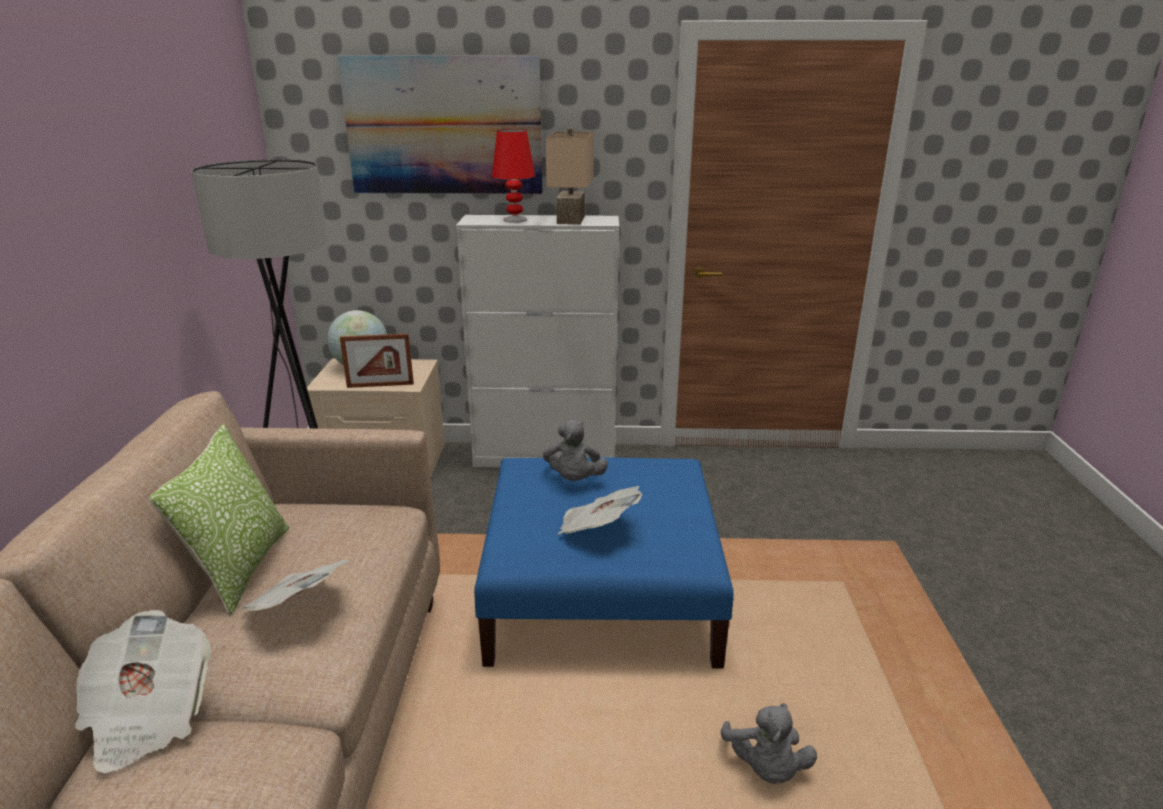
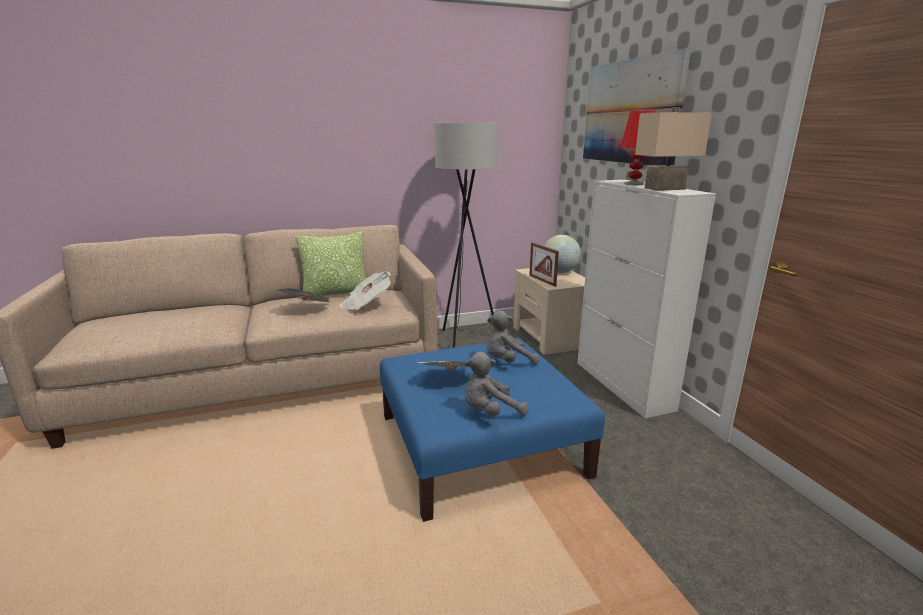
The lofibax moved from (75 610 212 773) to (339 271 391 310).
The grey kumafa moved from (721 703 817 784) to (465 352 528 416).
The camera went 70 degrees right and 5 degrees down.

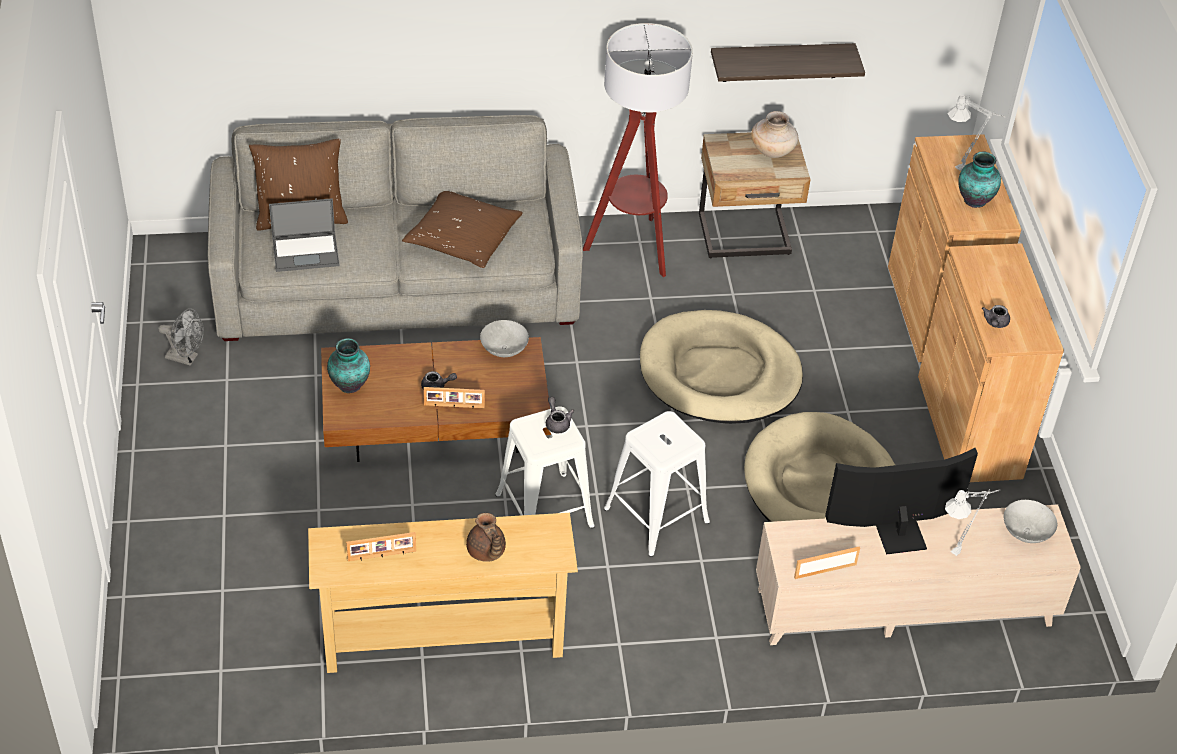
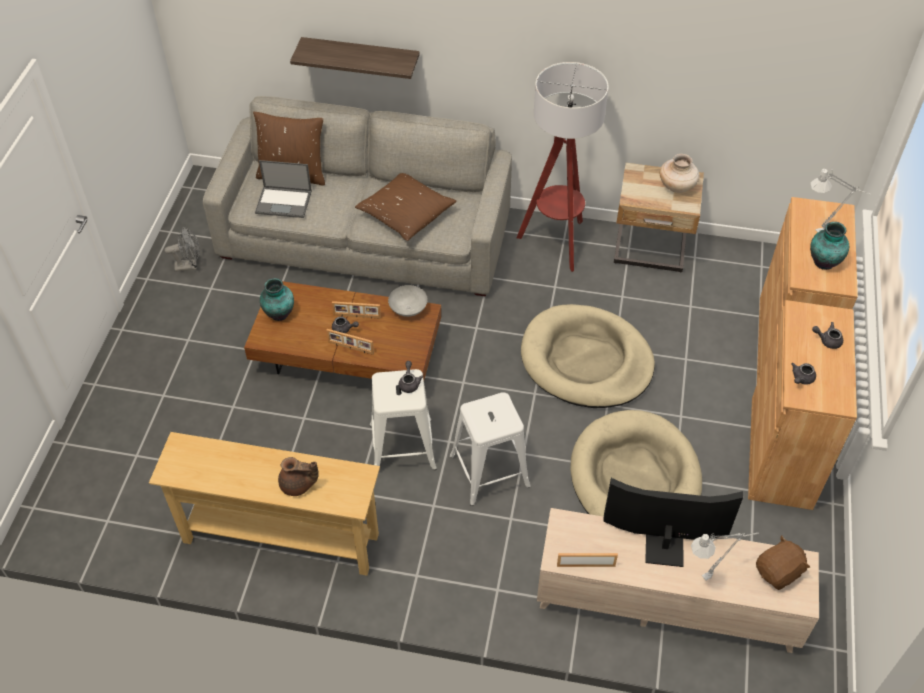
The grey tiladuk at (812 322 843 349) appeared.
The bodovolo moved from (346 532 416 561) to (332 301 381 319).
The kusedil moved from (711 43 865 82) to (290 37 420 79).
The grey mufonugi at (1004 500 1057 543) was replaced by the brown kumafa at (756 536 810 590).
The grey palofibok at (158 308 204 366) turned 45 degrees counterclockwise.
The brown tiladuk at (466 513 506 562) turned 75 degrees counterclockwise.
The camera went 20 degrees right and 5 degrees up.

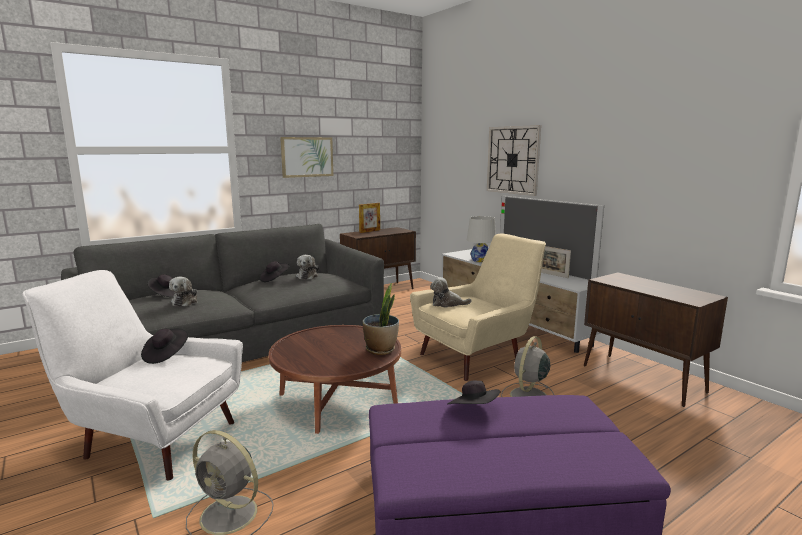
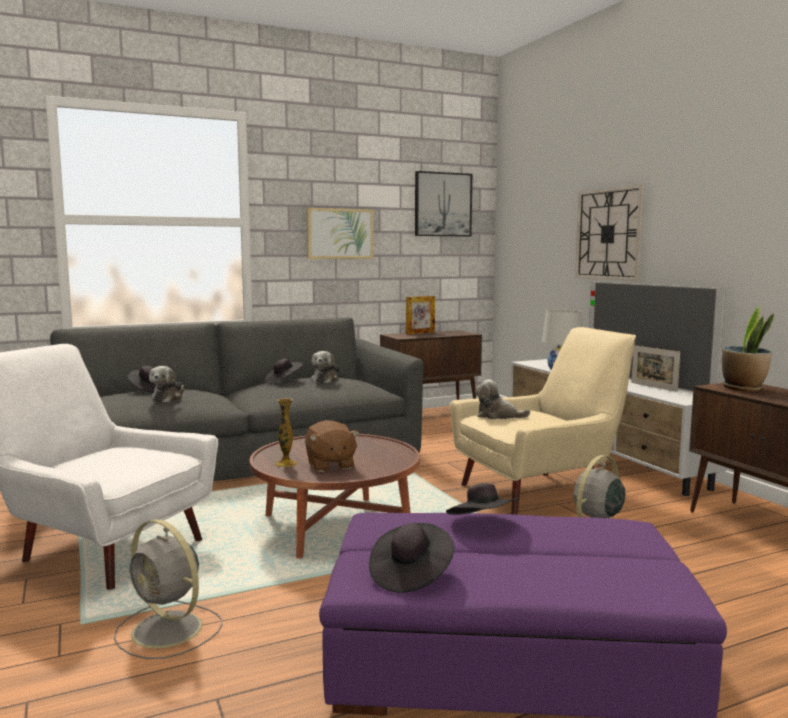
The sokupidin at (275 398 297 467) appeared.
The brown kumafa at (305 420 359 472) appeared.
The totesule at (415 171 472 237) appeared.
The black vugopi moved from (141 328 188 364) to (369 523 454 593).
The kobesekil moved from (363 283 399 355) to (722 305 774 392).
The camera went 10 degrees right and 5 degrees down.

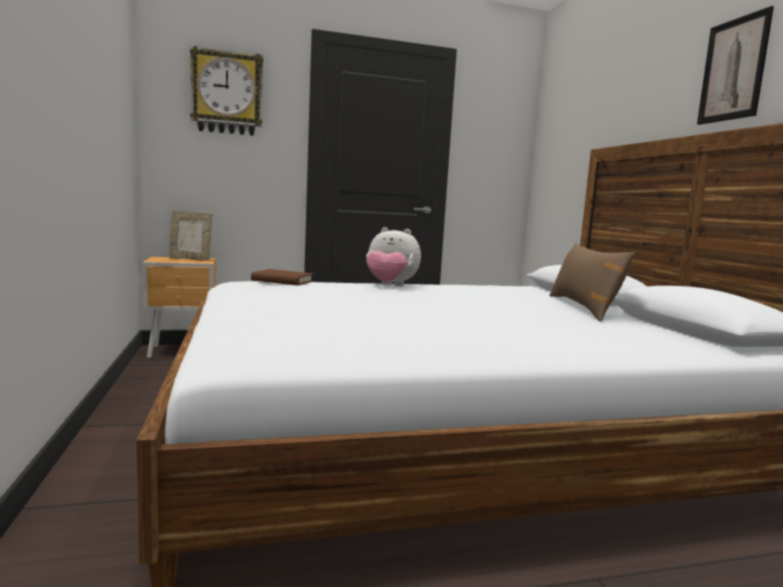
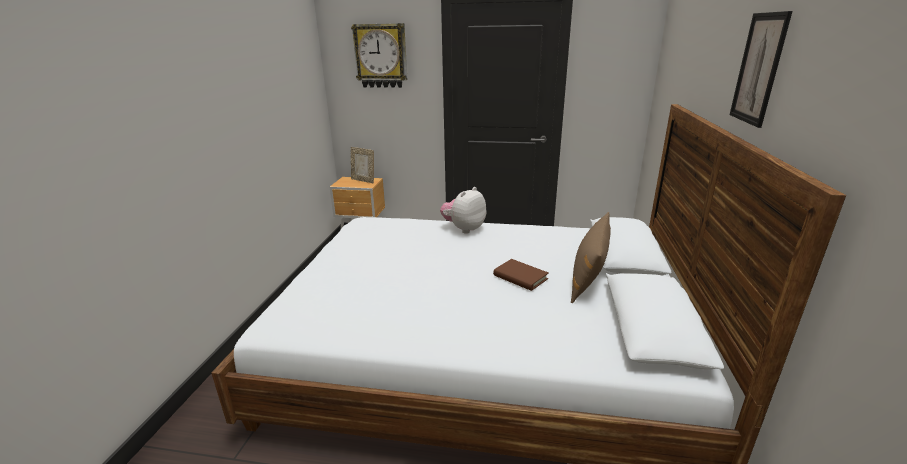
The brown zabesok moved from (251 269 314 285) to (493 259 549 291).
The kumafa at (366 227 421 286) turned 90 degrees clockwise.
The camera went 25 degrees right and 15 degrees up.

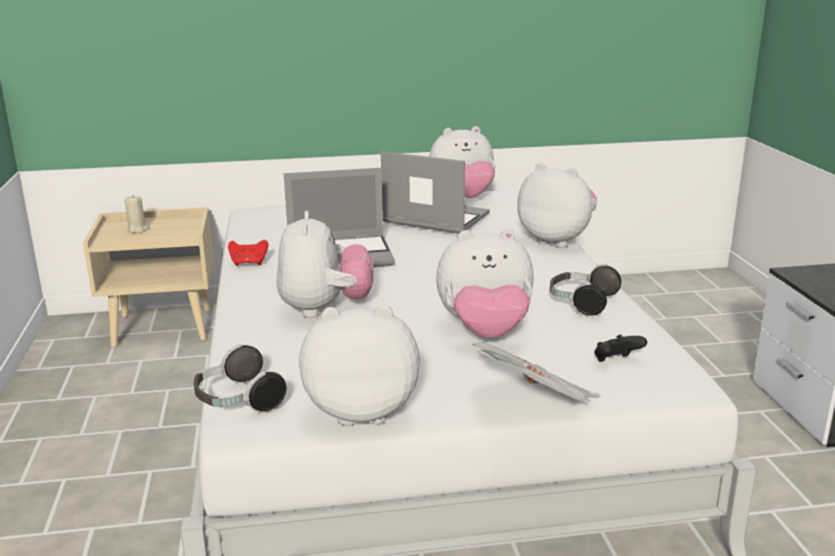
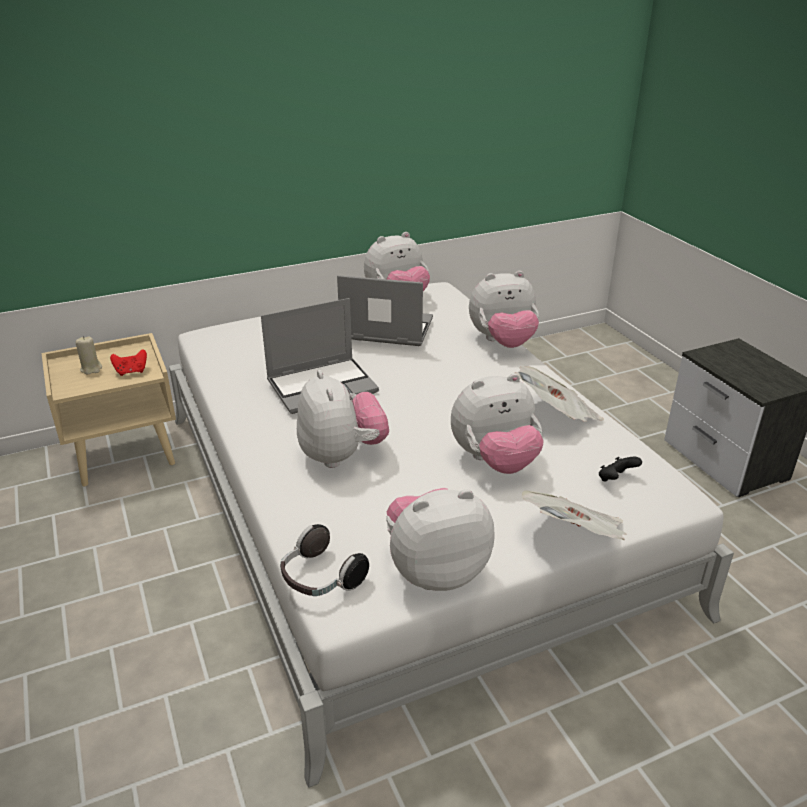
The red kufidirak moved from (228 240 268 266) to (110 349 147 376).
The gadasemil at (550 264 621 317) was replaced by the lofibax at (515 366 604 422).
The kumafa at (517 163 597 248) turned 150 degrees clockwise.
The camera went 15 degrees left and 10 degrees up.

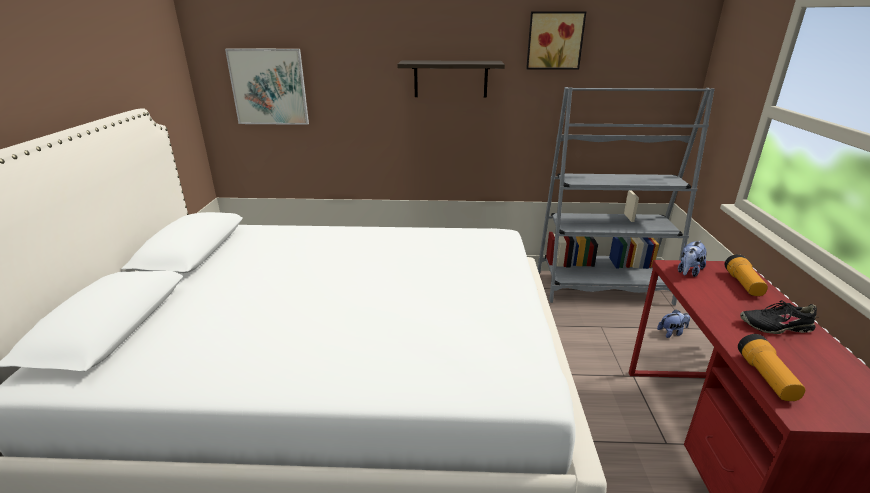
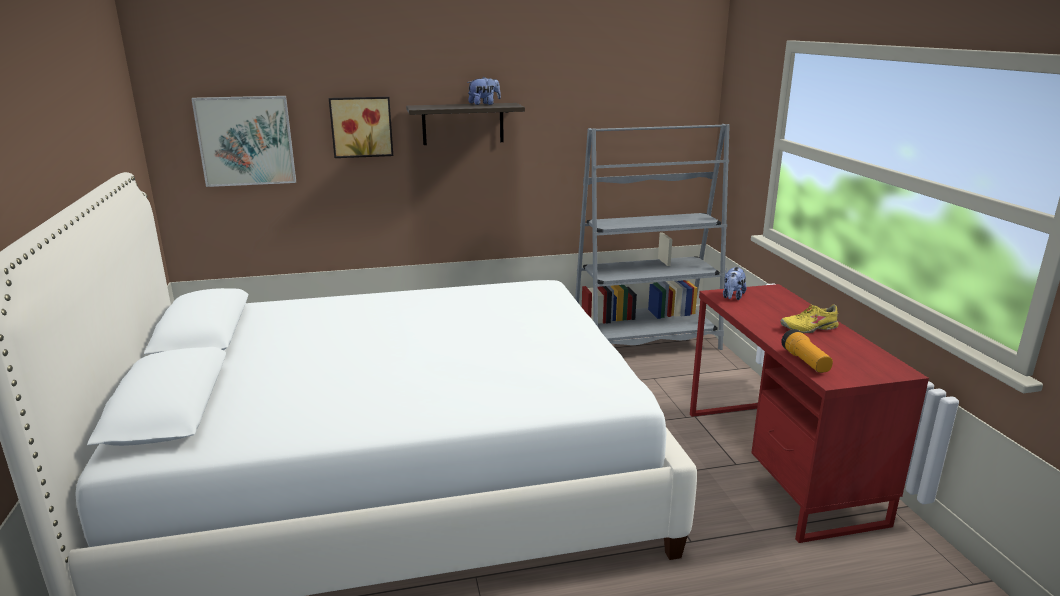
The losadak at (725 254 768 296) disappeared.
The totesule moved from (526 11 586 70) to (329 97 393 158).
The kumafa moved from (657 309 690 338) to (467 77 501 105).
The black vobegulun at (740 300 817 334) became the yellow vobegulun at (780 304 839 333).
The camera went 15 degrees left and 5 degrees down.

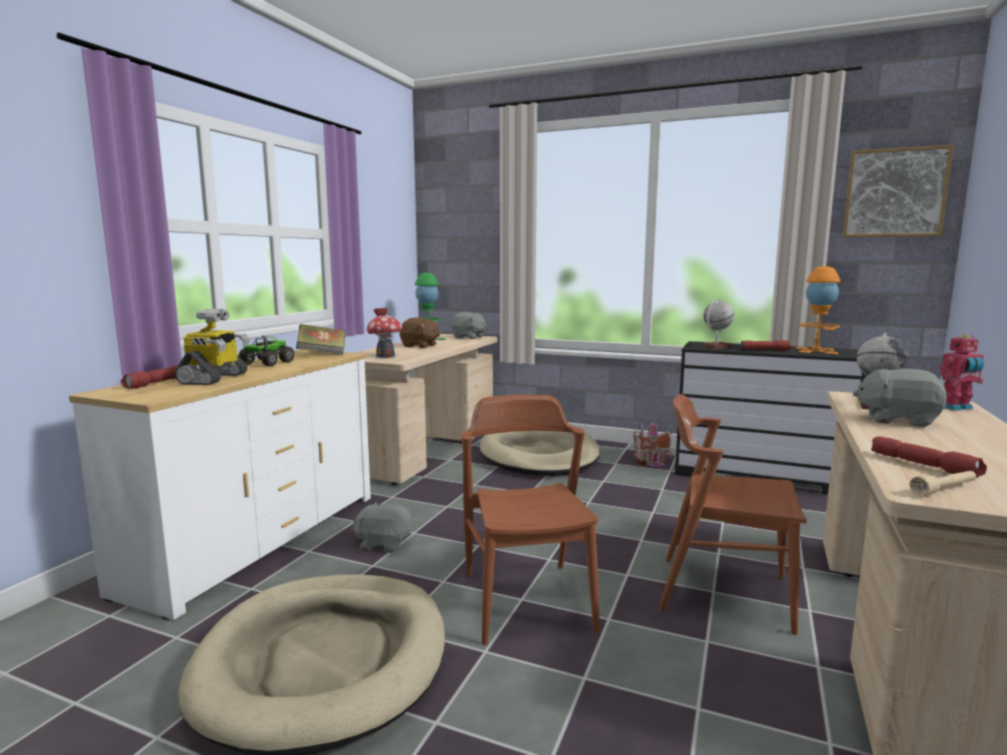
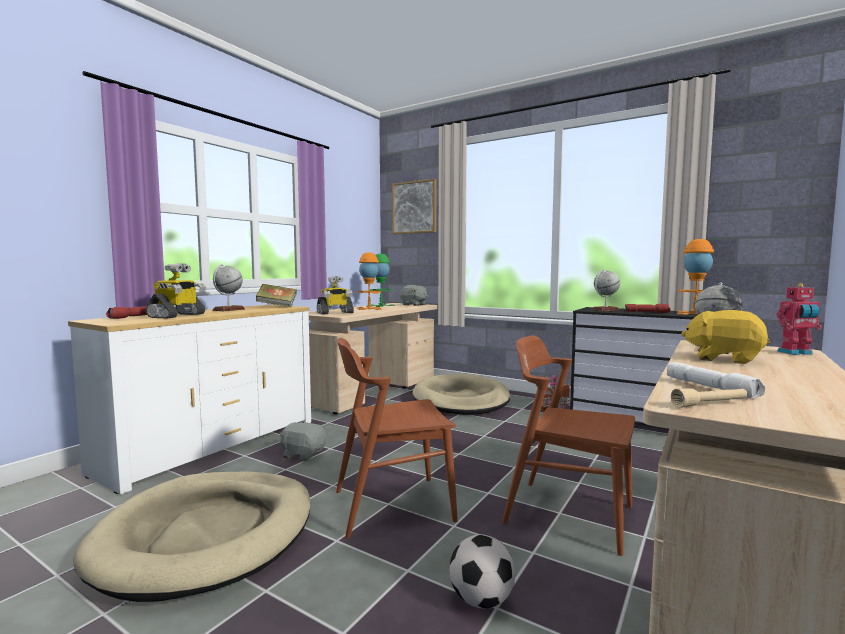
The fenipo at (449 534 515 609) appeared.
The totesule moved from (842 144 954 237) to (392 179 437 234).
The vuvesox at (239 335 294 366) was replaced by the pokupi at (212 264 245 311).
The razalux at (367 308 402 358) was replaced by the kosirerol at (317 276 354 314).
The brown kumafa at (399 318 440 348) was replaced by the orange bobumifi at (357 252 382 310).
The grey kumafa at (853 368 947 427) became the yellow kumafa at (681 310 769 364).
The red losadak at (871 436 987 478) became the white losadak at (667 362 766 399).
The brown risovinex at (461 395 600 645) turned 105 degrees counterclockwise.
The camera went 10 degrees right and 5 degrees down.

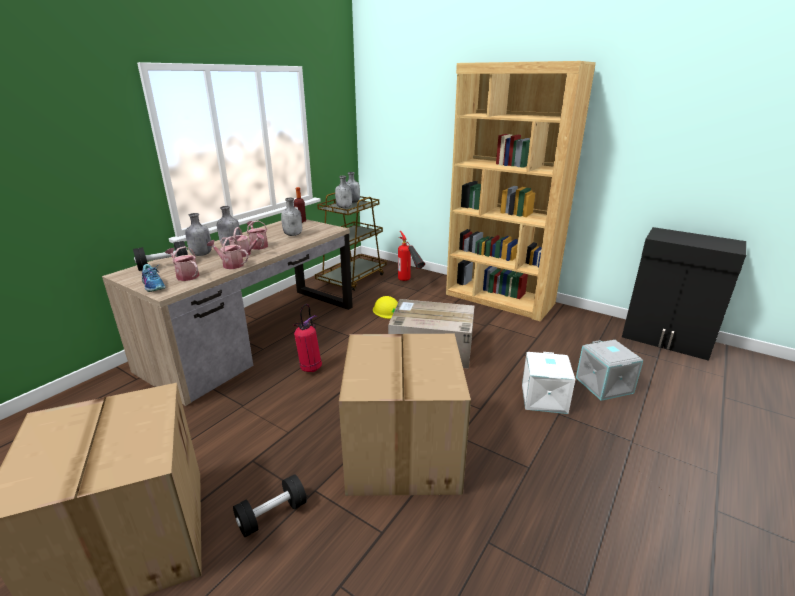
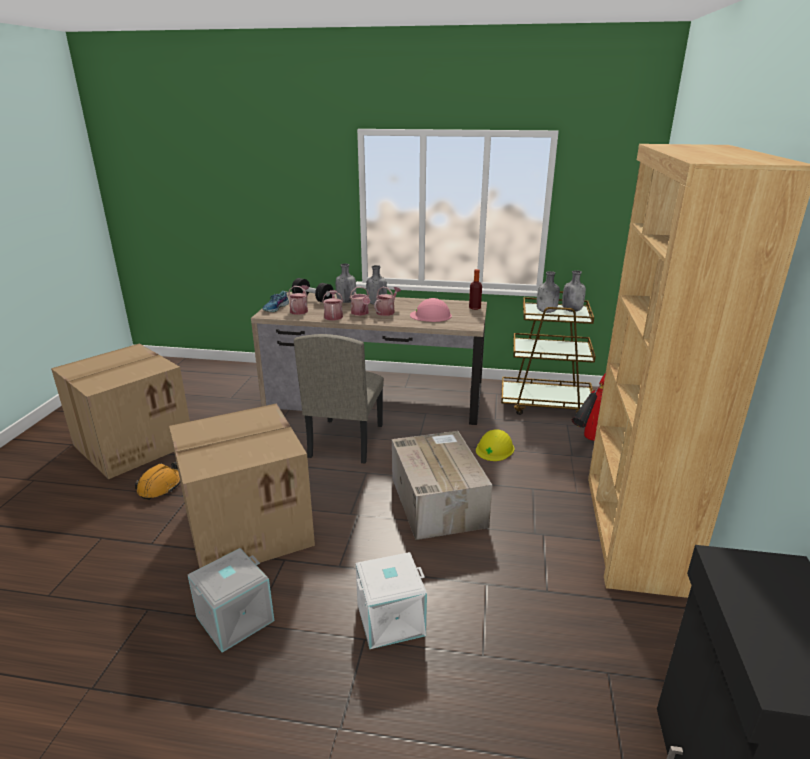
The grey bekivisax moved from (576 340 643 401) to (188 548 274 653).
The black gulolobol at (233 474 307 537) was replaced by the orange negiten at (135 462 180 500).
The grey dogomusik at (281 198 302 236) was replaced by the pink negiten at (410 298 452 322).
The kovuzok at (294 304 322 372) was replaced by the beige risovinex at (294 334 384 463).
The camera went 65 degrees right and 0 degrees up.

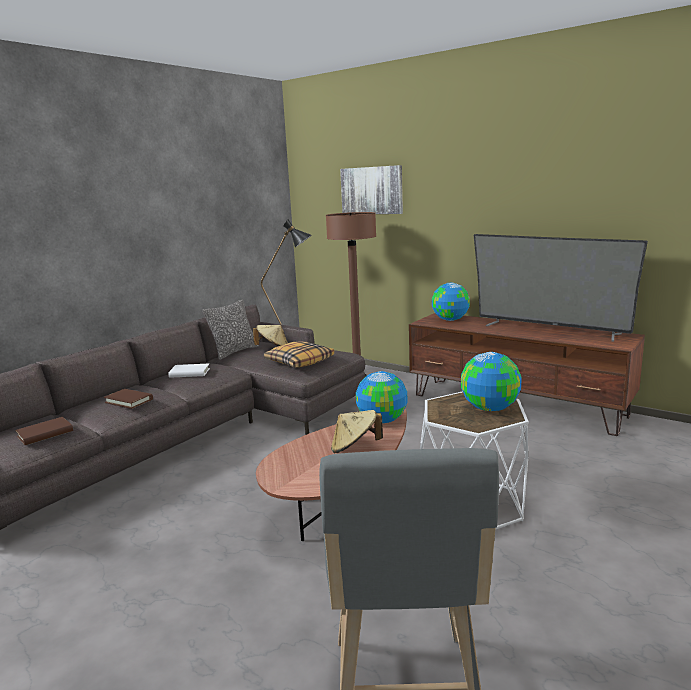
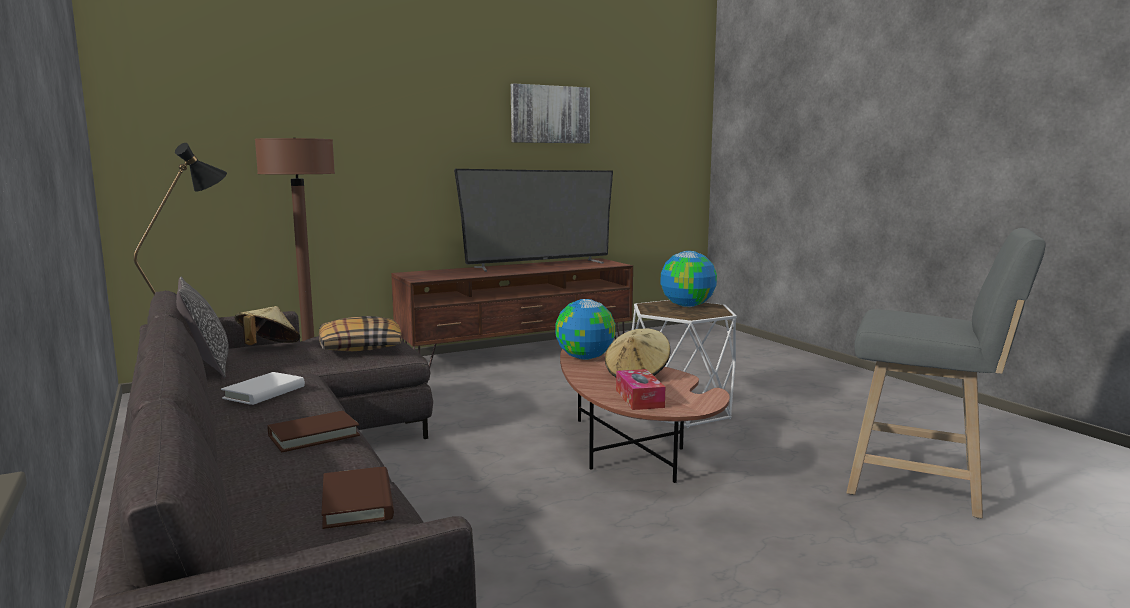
The pokupi at (432 283 470 321) disappeared.
The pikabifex at (616 369 665 410) appeared.
The totesule moved from (340 165 403 214) to (511 83 590 143).
The camera went 65 degrees left and 5 degrees down.

